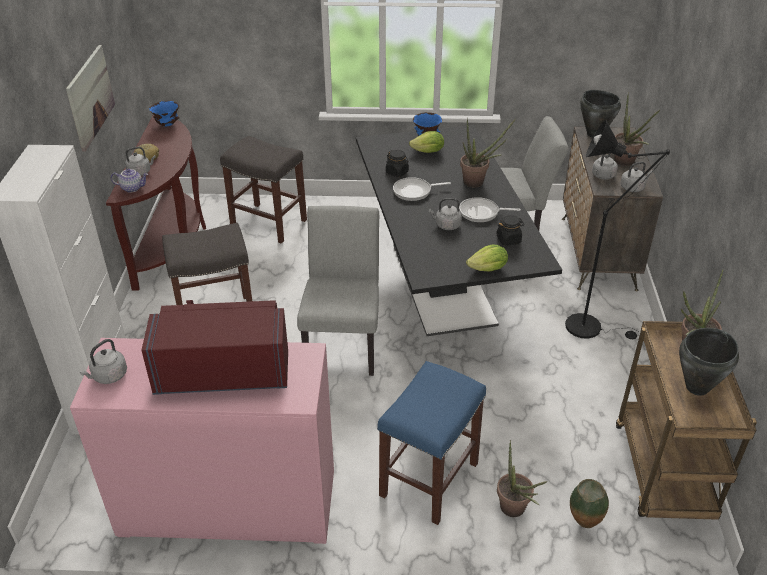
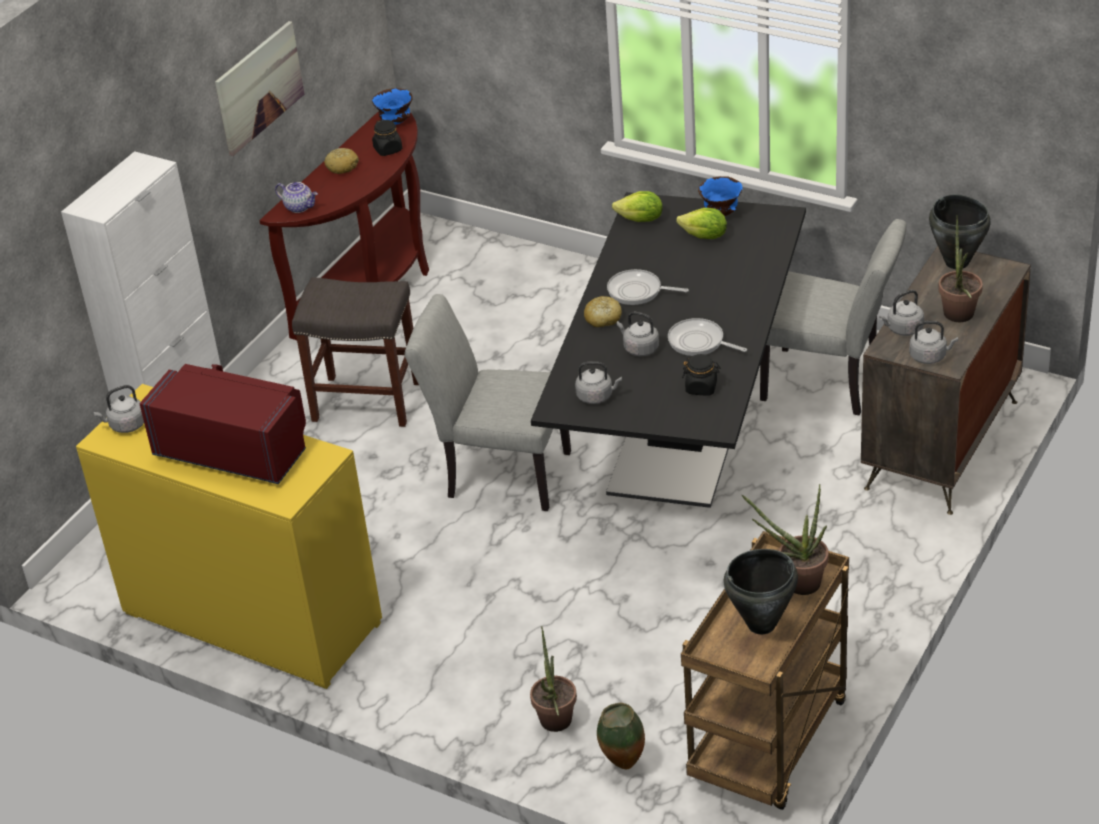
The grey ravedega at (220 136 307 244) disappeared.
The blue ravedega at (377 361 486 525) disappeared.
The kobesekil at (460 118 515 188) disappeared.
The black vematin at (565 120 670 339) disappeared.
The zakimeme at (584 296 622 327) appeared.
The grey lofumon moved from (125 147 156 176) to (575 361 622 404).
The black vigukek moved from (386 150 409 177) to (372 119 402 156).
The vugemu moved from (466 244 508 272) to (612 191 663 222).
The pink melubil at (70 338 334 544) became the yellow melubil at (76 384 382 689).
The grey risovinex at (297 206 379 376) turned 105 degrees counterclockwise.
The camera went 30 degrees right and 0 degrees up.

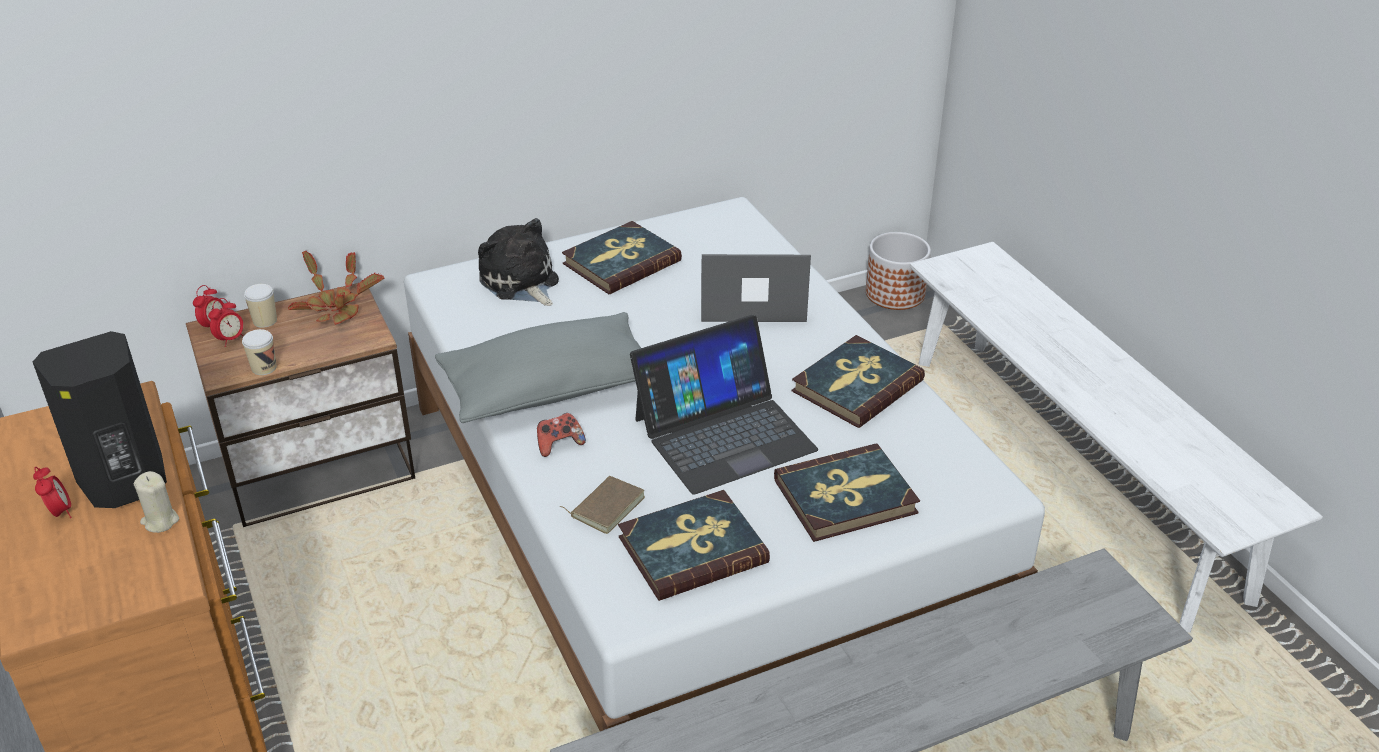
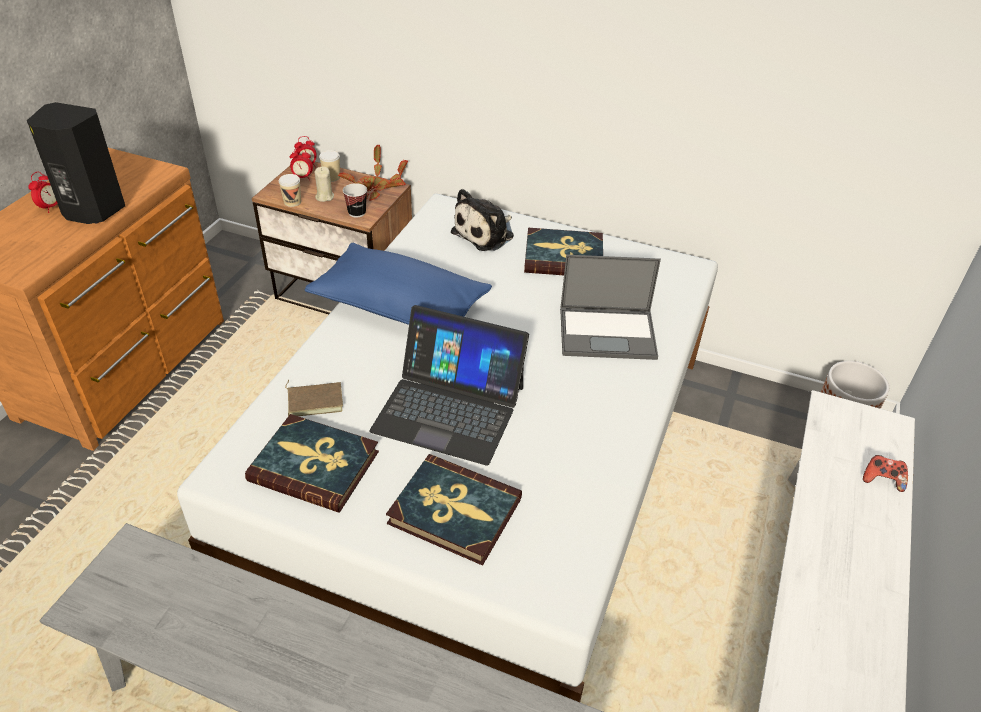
The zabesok at (792 335 925 428) disappeared.
The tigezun at (343 183 367 218) appeared.
The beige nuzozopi moved from (134 471 179 533) to (315 167 334 202).
The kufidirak moved from (537 413 586 457) to (863 455 908 492).
The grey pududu at (435 312 641 423) became the blue pududu at (305 243 492 325).
The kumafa at (478 218 559 306) turned 150 degrees counterclockwise.
The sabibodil at (701 254 811 322) turned 135 degrees clockwise.
The camera went 45 degrees right and 5 degrees up.

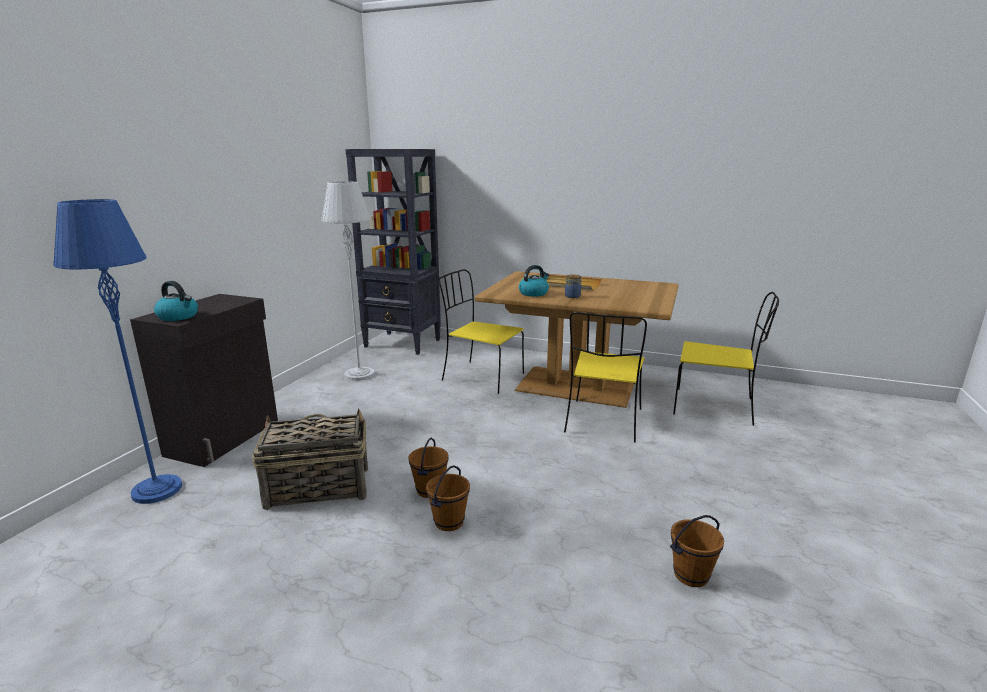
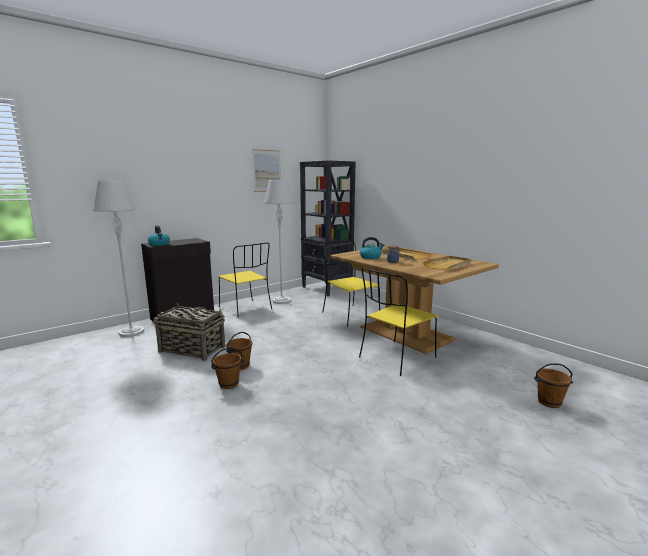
The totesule at (252 149 281 192) appeared.
The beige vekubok at (423 256 471 270) appeared.
The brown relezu moved from (670 515 724 587) to (534 363 573 408).
The yellow risovinex moved from (673 292 779 426) to (218 242 272 318).
The blue vematin at (54 199 182 504) became the grey vematin at (93 180 144 337).
The camera went 30 degrees right and 5 degrees down.

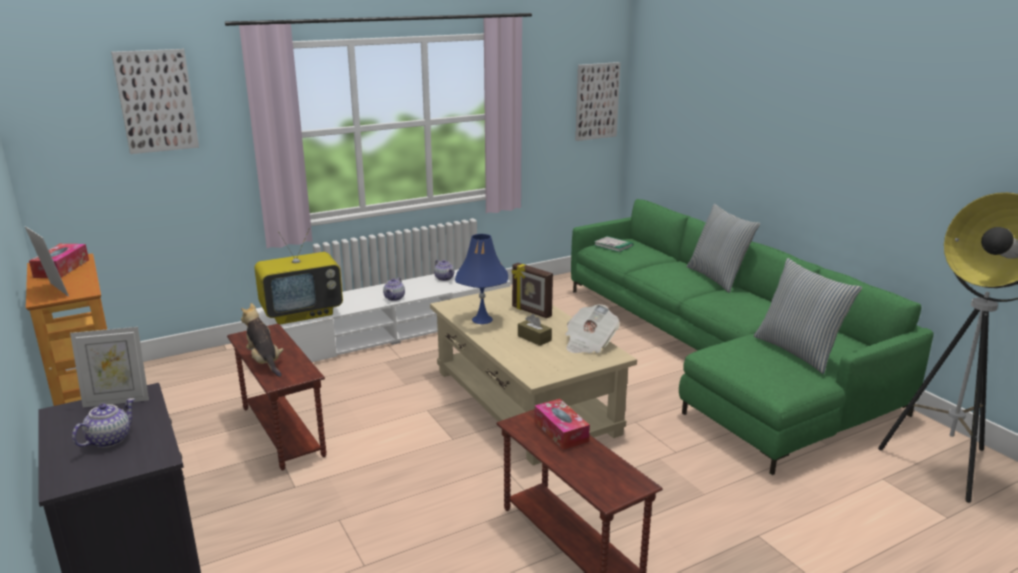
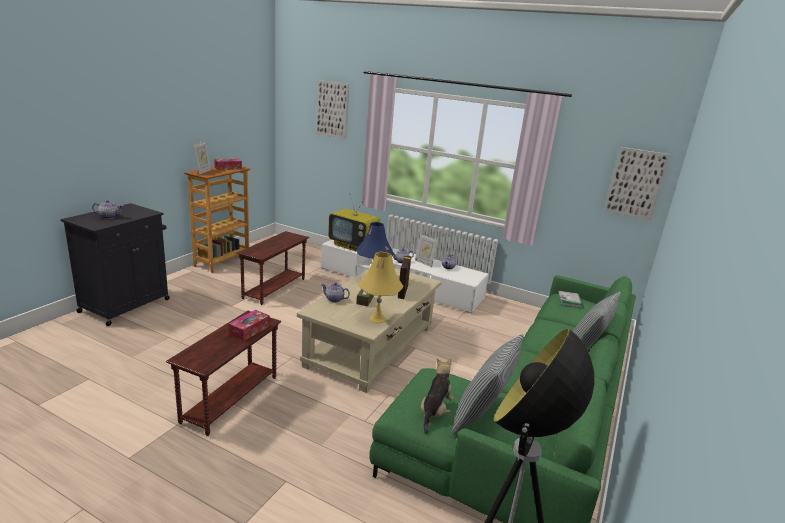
The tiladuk at (321 282 350 302) appeared.
The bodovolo moved from (70 327 149 408) to (415 234 438 267).
The kumafa moved from (241 303 284 377) to (421 359 453 434).
The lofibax at (565 304 620 353) was replaced by the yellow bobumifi at (358 252 403 323).
The camera went 55 degrees right and 0 degrees up.

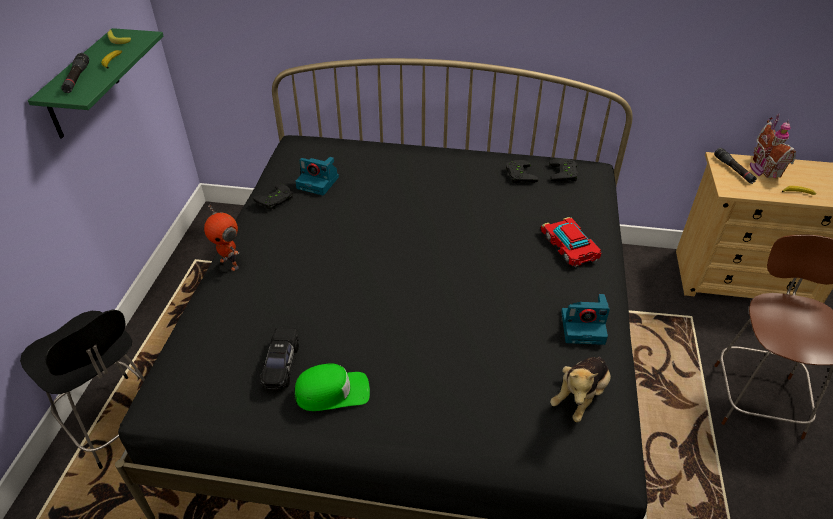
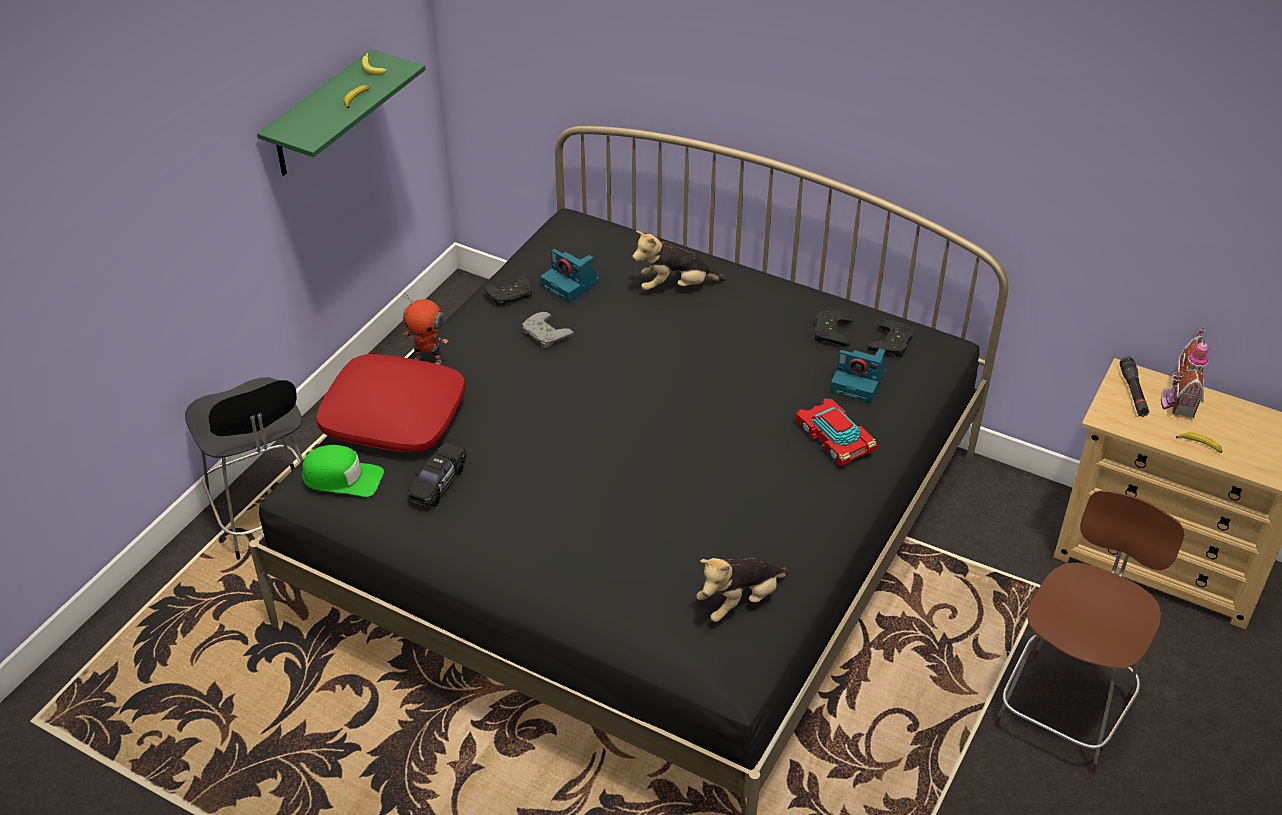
The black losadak at (61 53 89 93) disappeared.
The red pududu at (316 354 465 452) appeared.
The grey kufidirak at (522 312 574 348) appeared.
The kumafa at (632 231 726 290) appeared.
The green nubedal moved from (294 363 370 411) to (302 445 384 497).
The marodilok moved from (561 294 610 345) to (830 348 885 403).
The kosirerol at (204 204 239 271) turned 45 degrees counterclockwise.
The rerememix at (541 217 602 267) turned 150 degrees clockwise.
The camera went 20 degrees right and 0 degrees up.

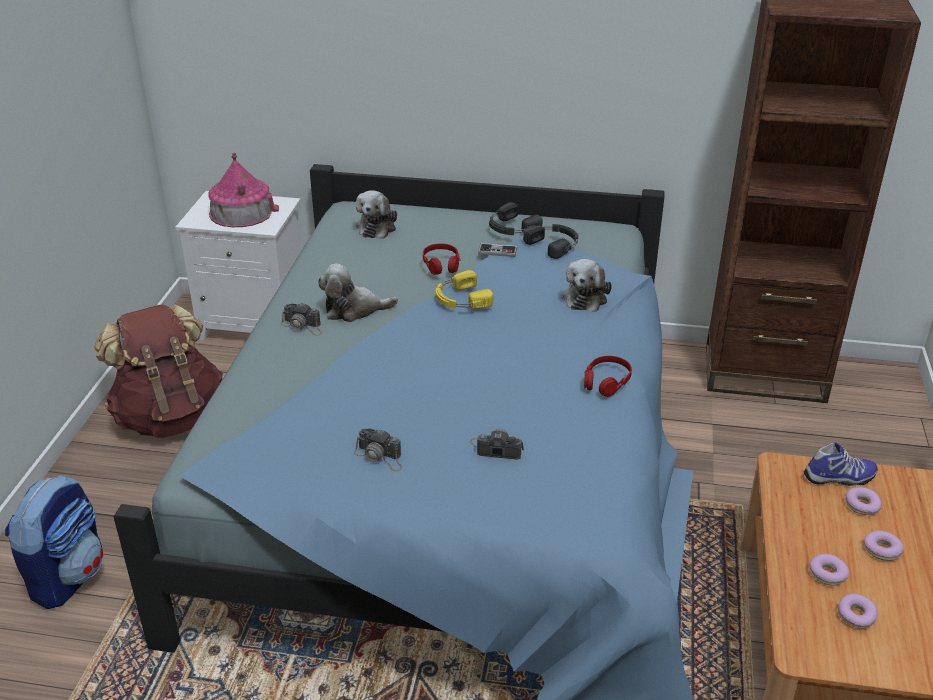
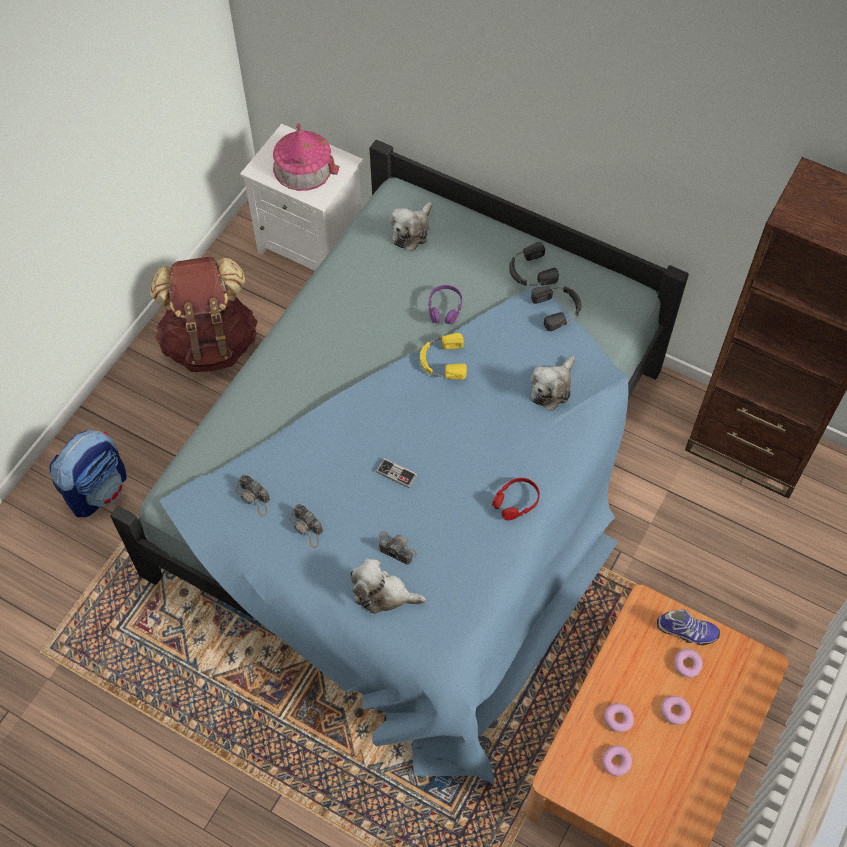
The marodilok moved from (281 302 322 336) to (235 474 270 516).
The kumafa moved from (318 263 398 322) to (350 559 426 614).
The kufidirak moved from (478 243 517 257) to (376 458 417 488).
The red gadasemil at (423 244 461 275) became the purple gadasemil at (428 285 462 325).
The camera went 20 degrees right and 25 degrees up.

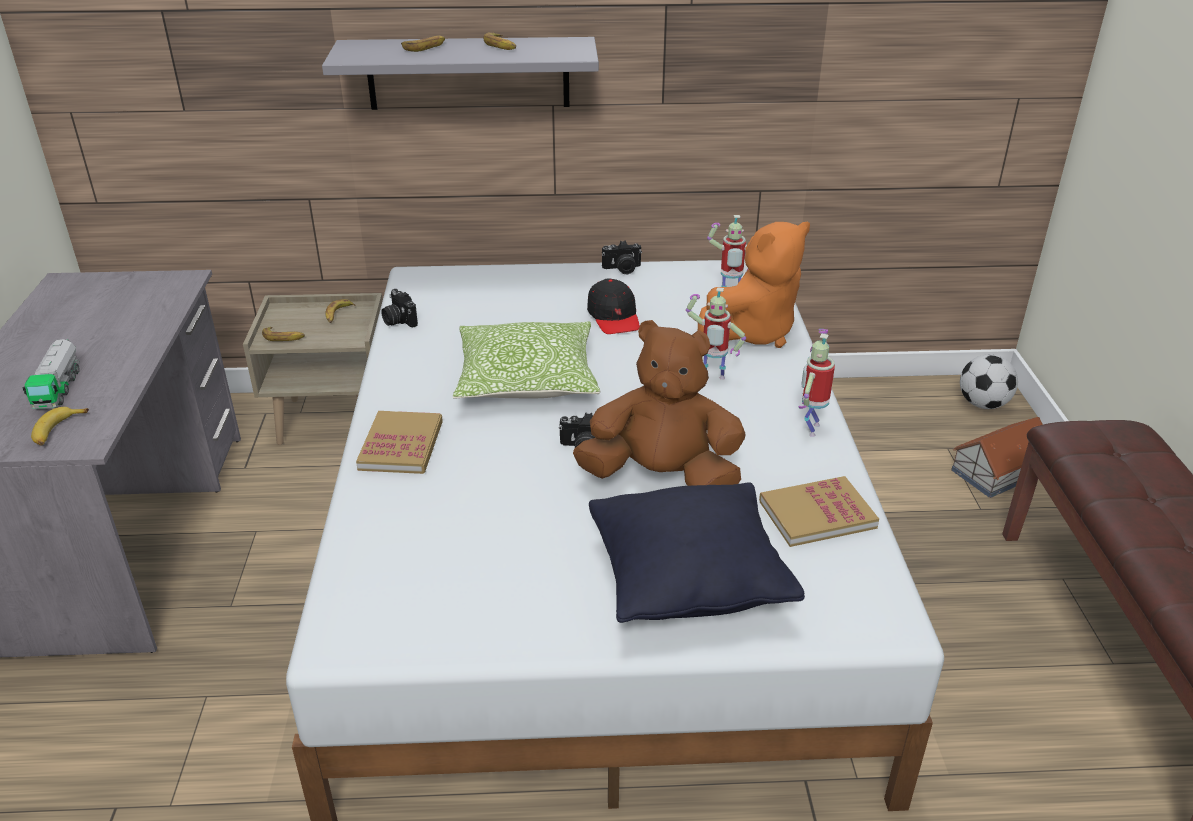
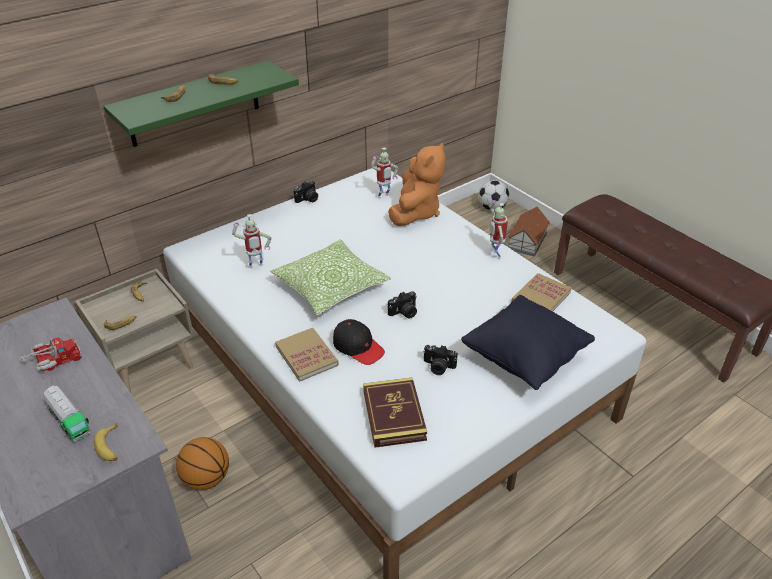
The brown kumafa at (573 320 746 486) disappeared.
The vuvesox at (18 337 82 372) appeared.
The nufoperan at (176 437 229 490) appeared.
The zabesok at (363 377 427 448) appeared.
The marodilok moved from (381 289 418 327) to (423 345 458 375).
The black nubedal moved from (587 279 640 334) to (333 319 385 365).
The kosirerol moved from (686 287 746 380) to (232 214 272 268).
The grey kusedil at (322 37 599 110) became the green kusedil at (103 61 299 147).
The camera went 35 degrees left and 5 degrees up.

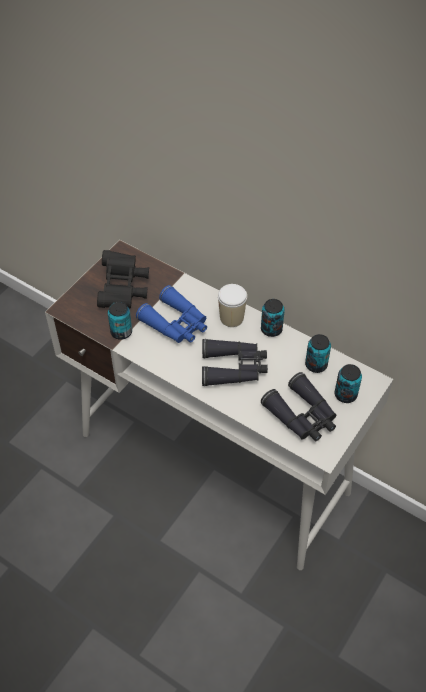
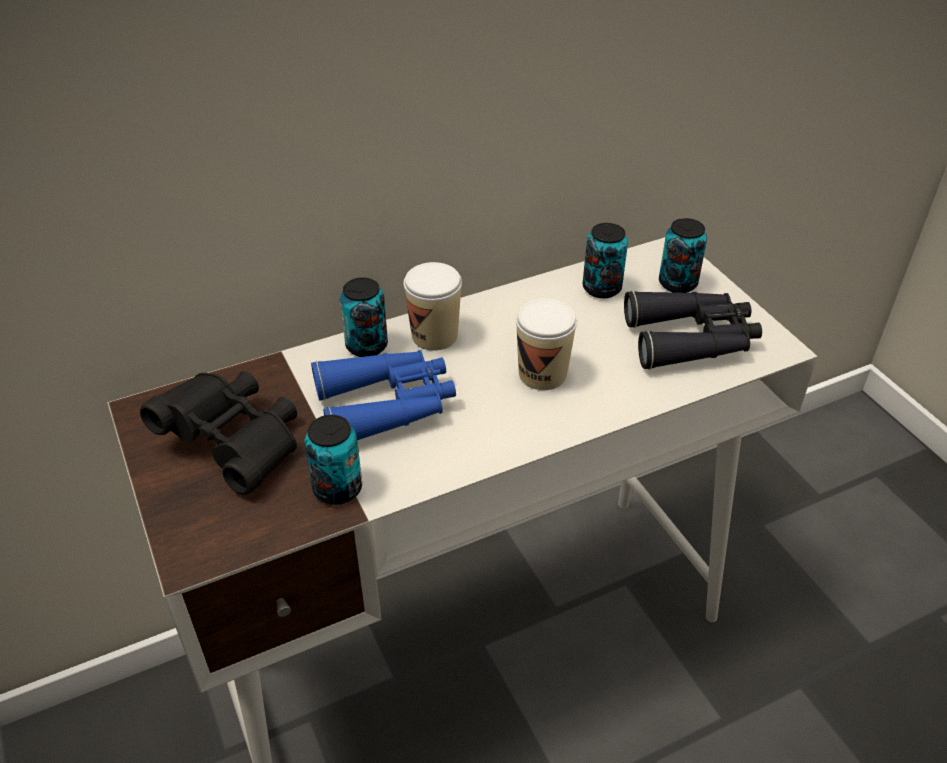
The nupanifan moved from (261 299 285 337) to (340 277 388 357).
The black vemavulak at (202 339 268 386) was replaced by the tigezun at (516 298 577 390).
The camera went 60 degrees left and 10 degrees down.

